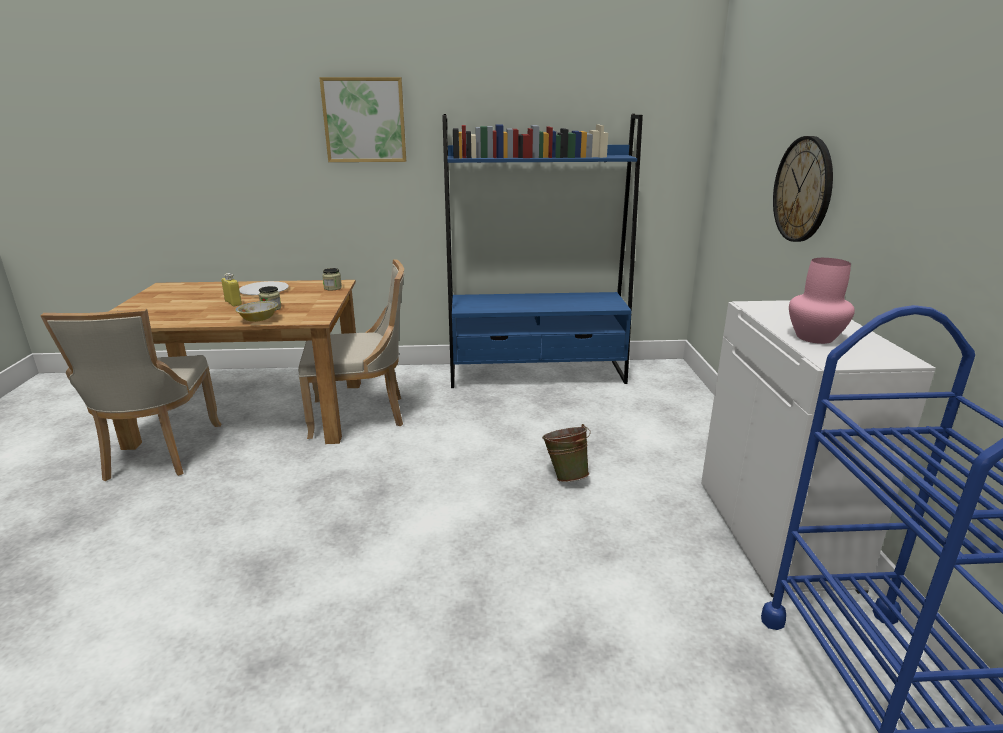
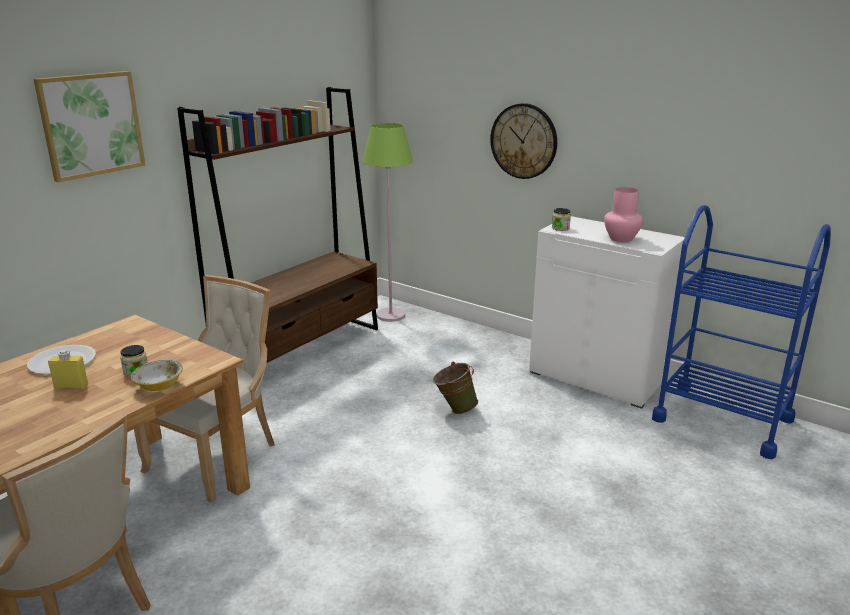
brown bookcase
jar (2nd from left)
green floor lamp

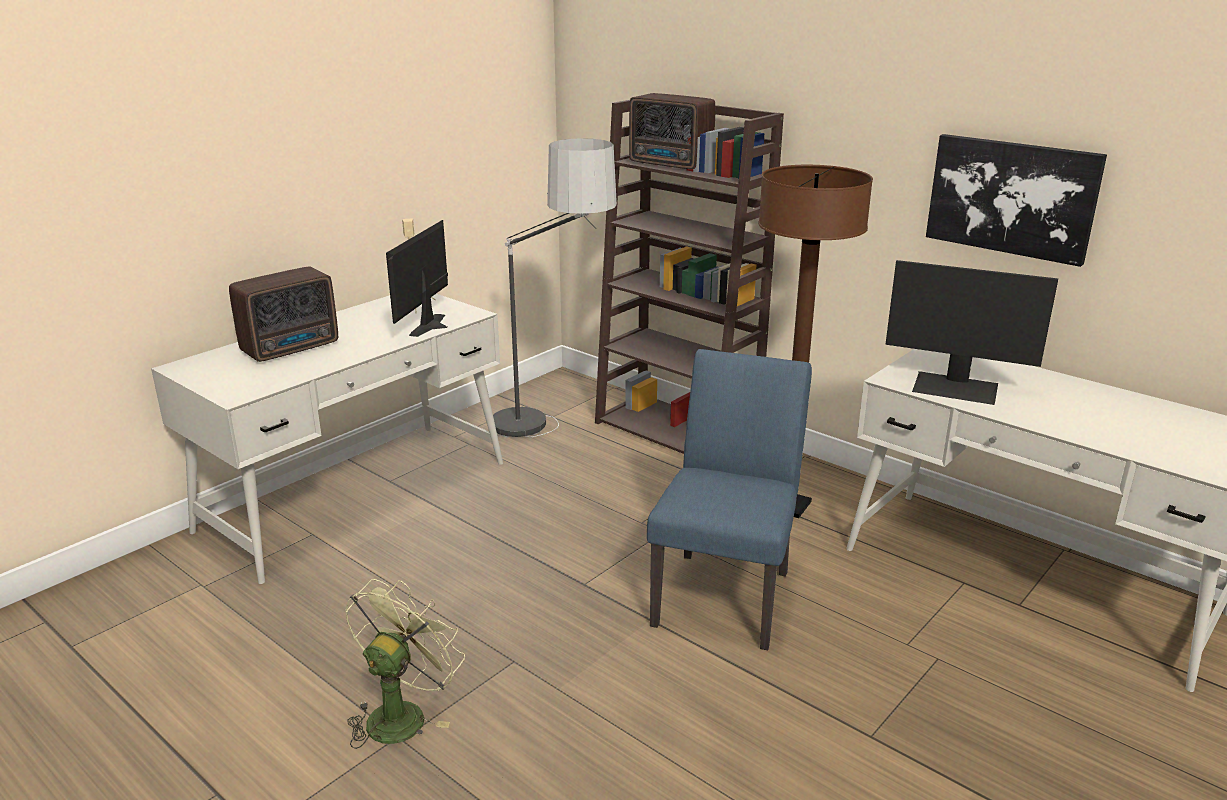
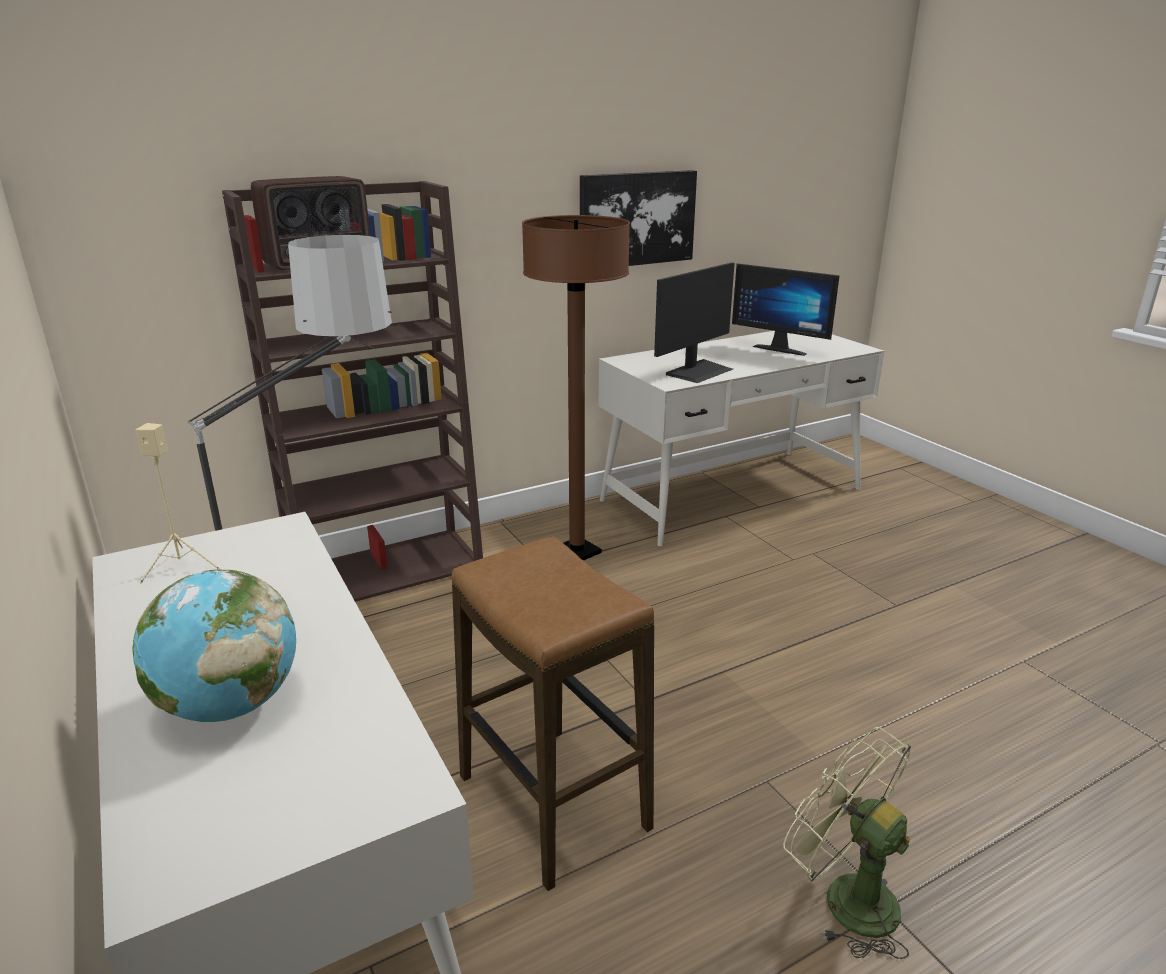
monitor (2nd from left)
globe
blue chair
stool

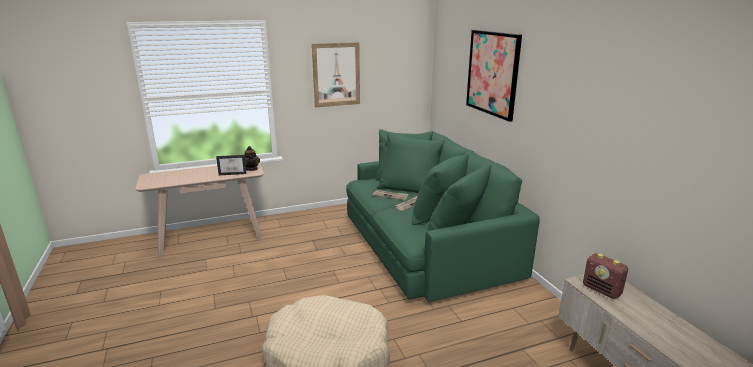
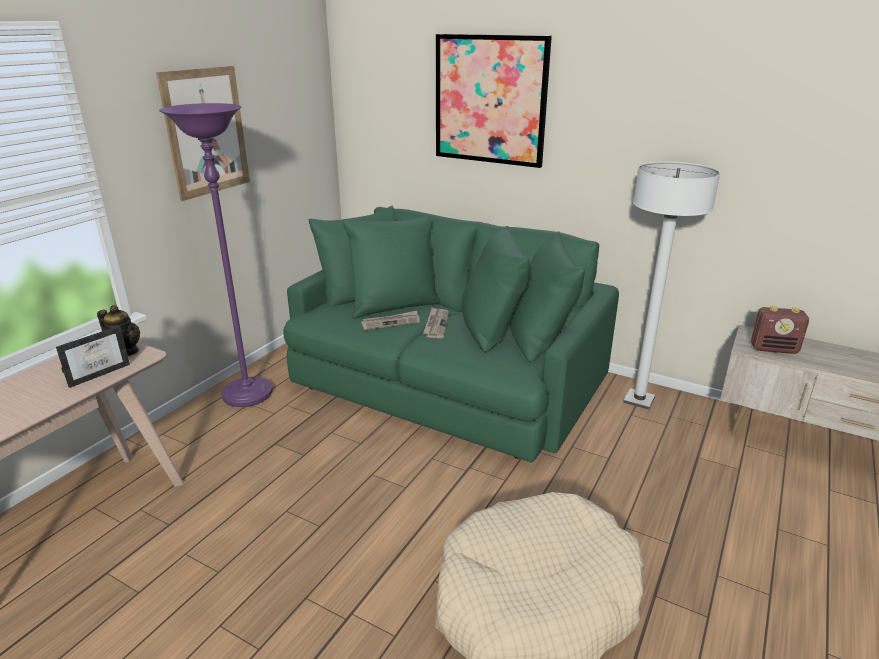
purple floor lamp
white floor lamp

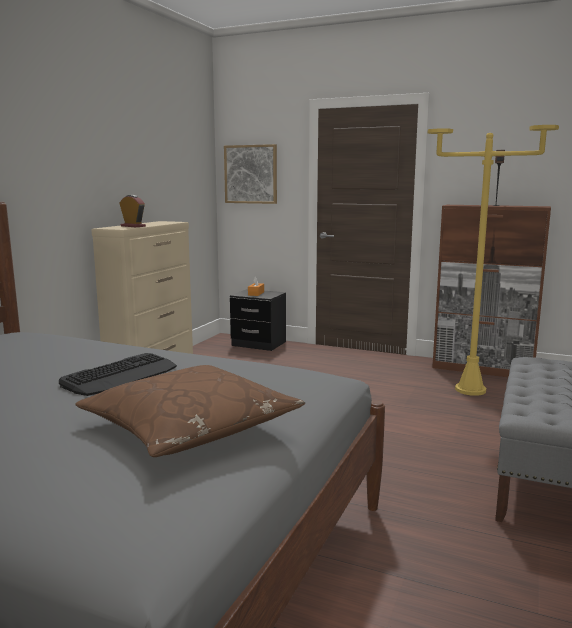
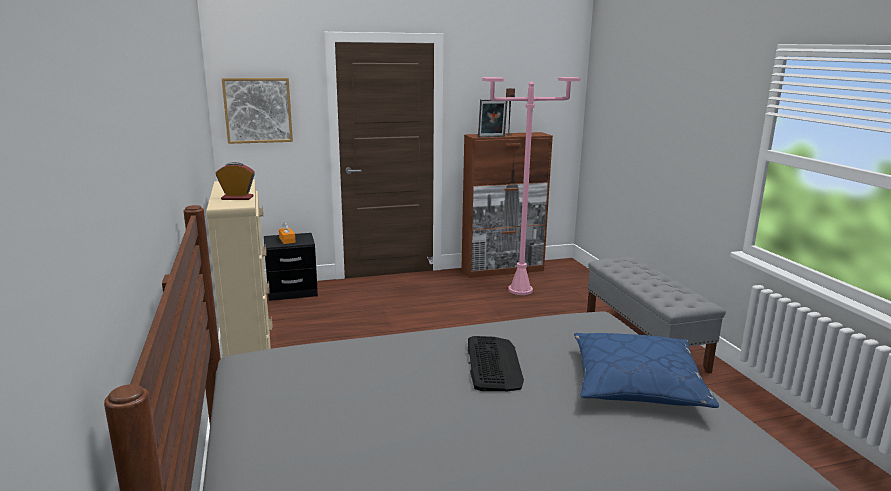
pink floor lamp
blue pillow
picture frame

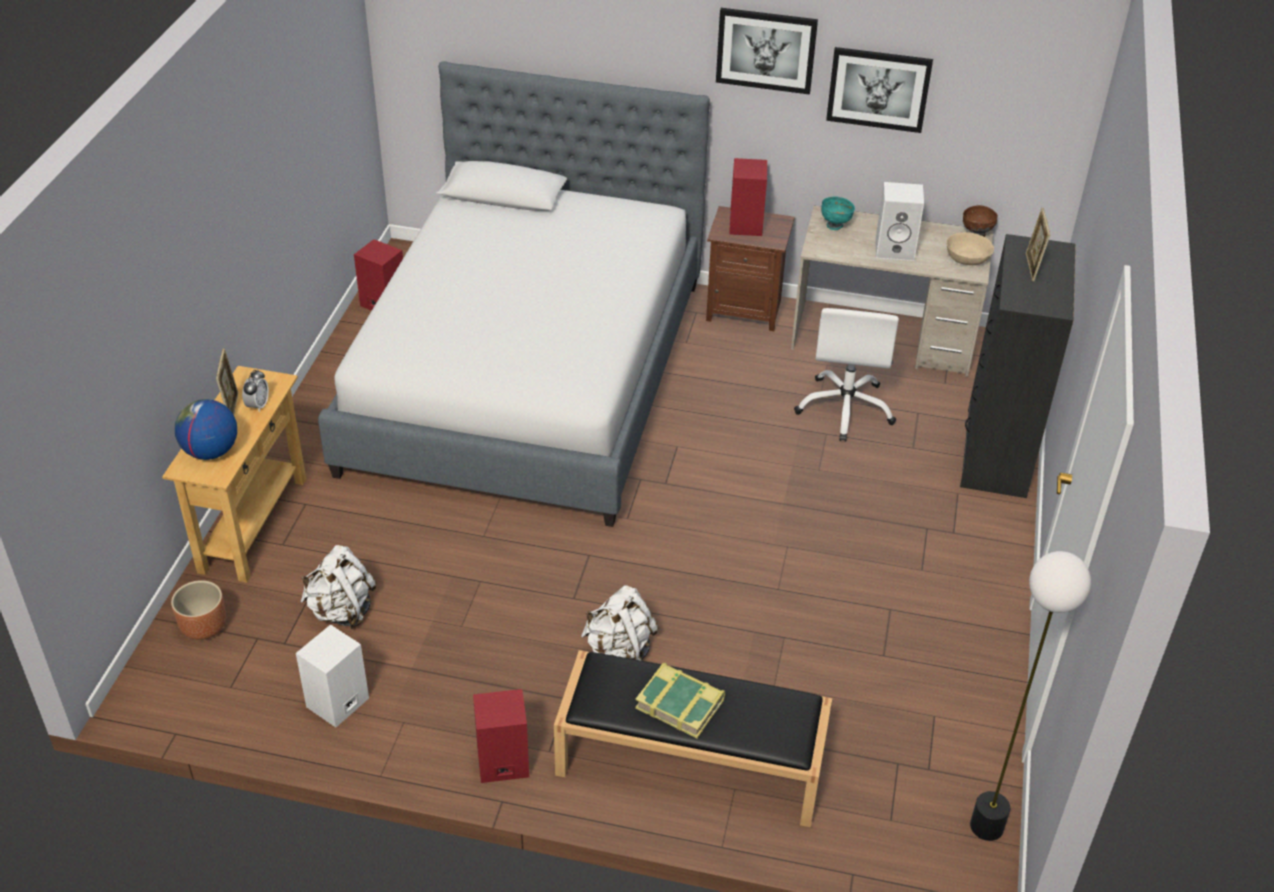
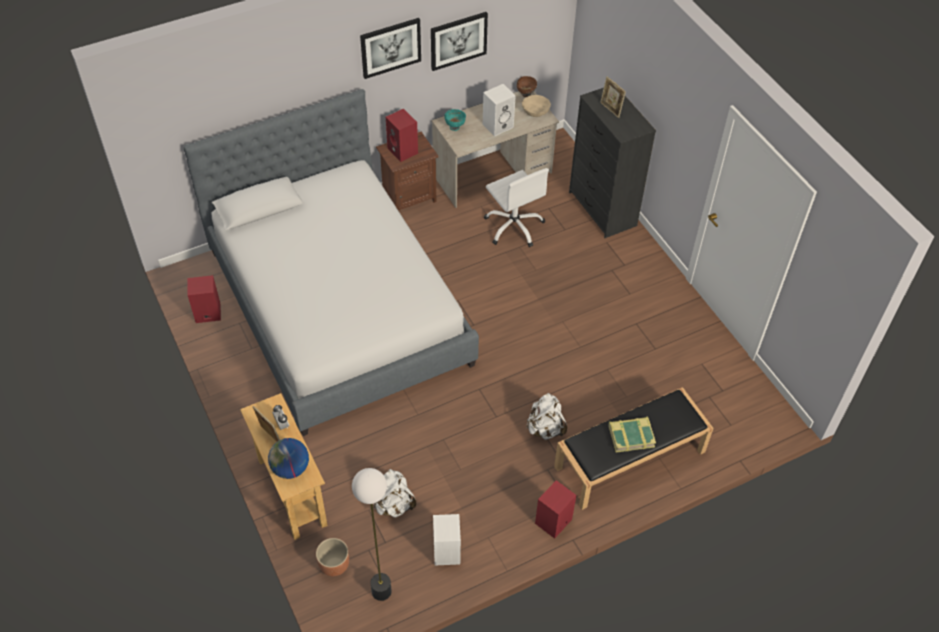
floor lamp

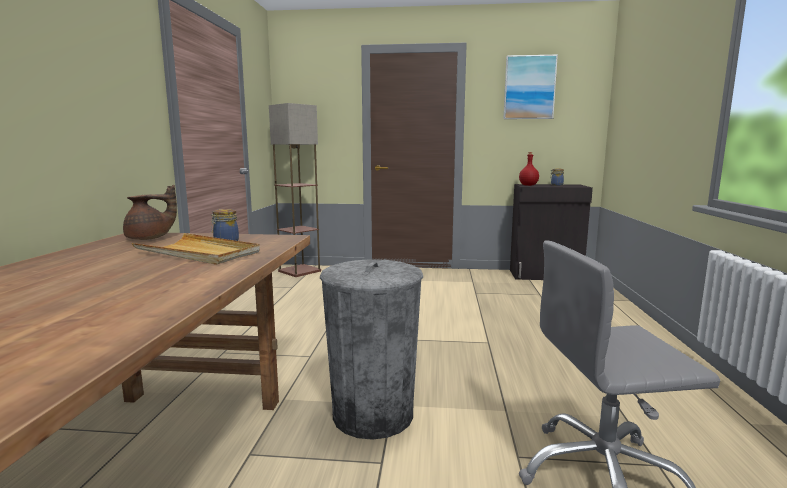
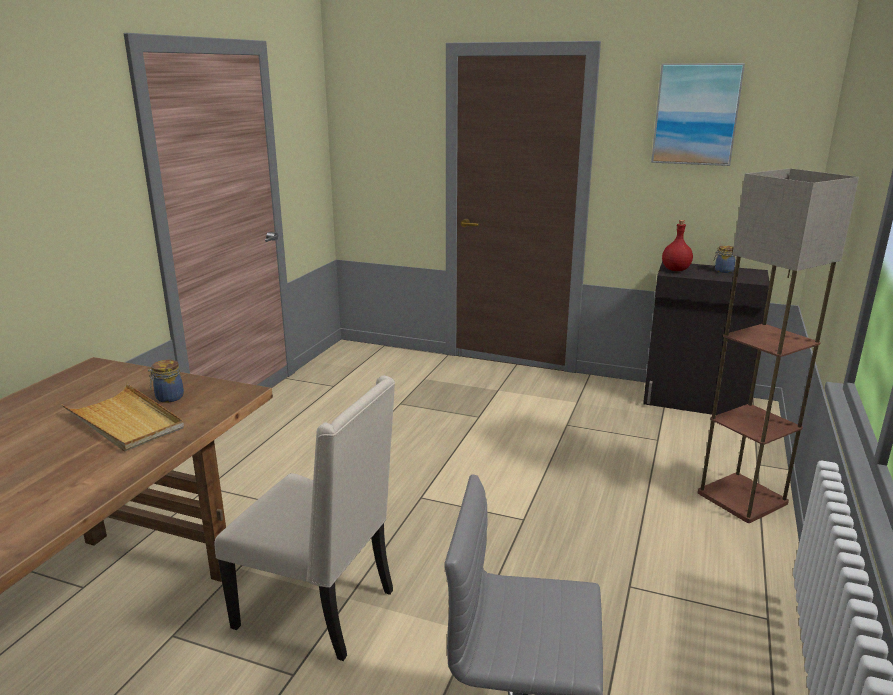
floor lamp
brown teapot
beige chair

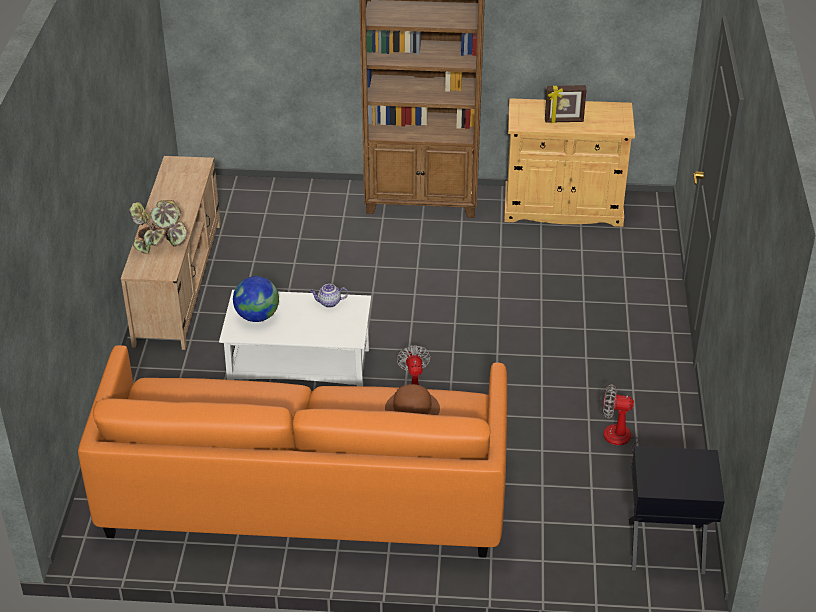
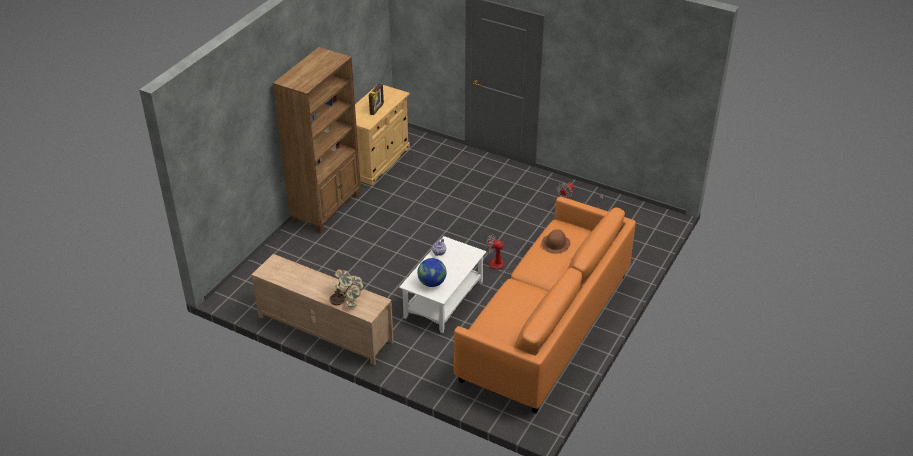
black nightstand

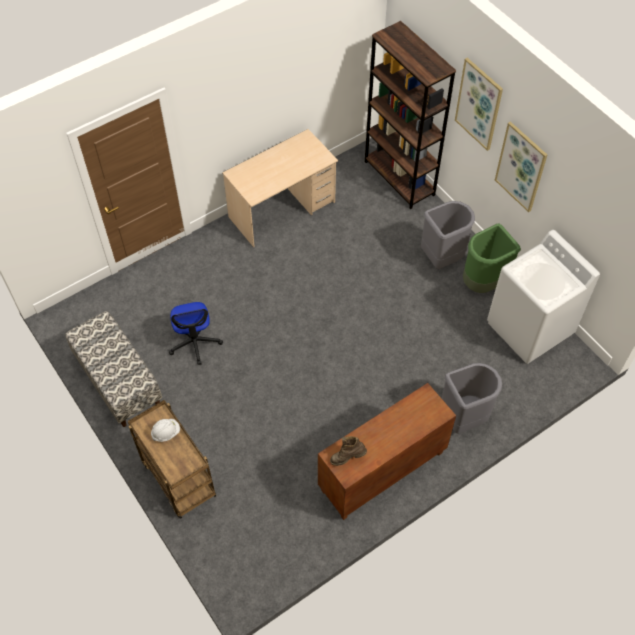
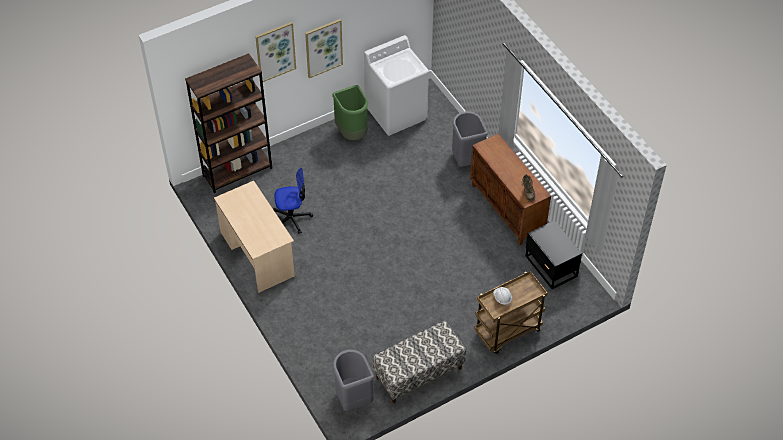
grey trash can (1st from left)
office chair
black nightstand

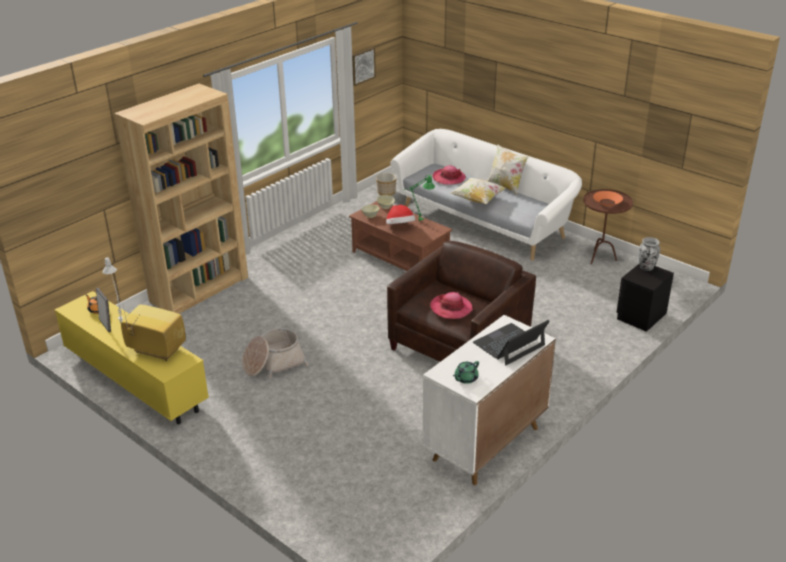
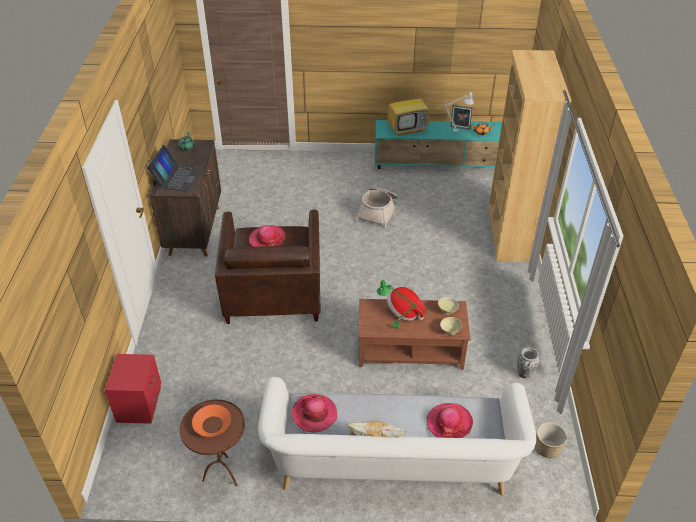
picture
pillow (1st from left in the first image)
vase
red nightstand
turquoise tv stand
brown cabinet
hat (2nd from left)

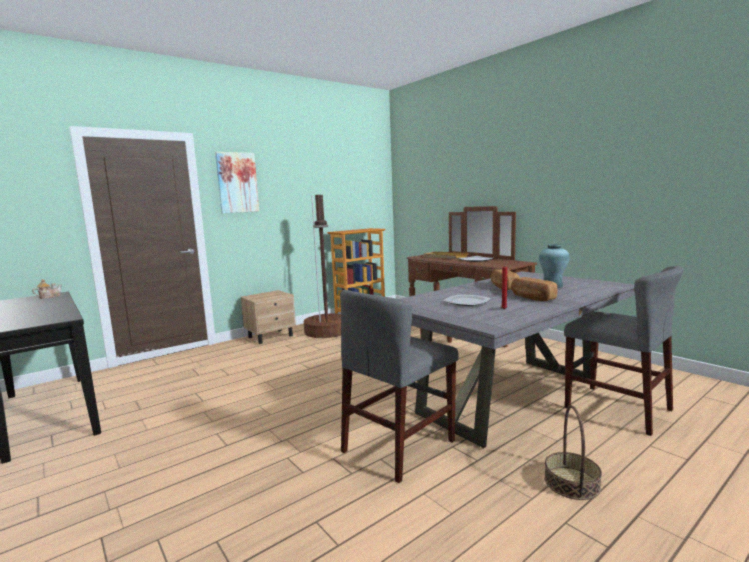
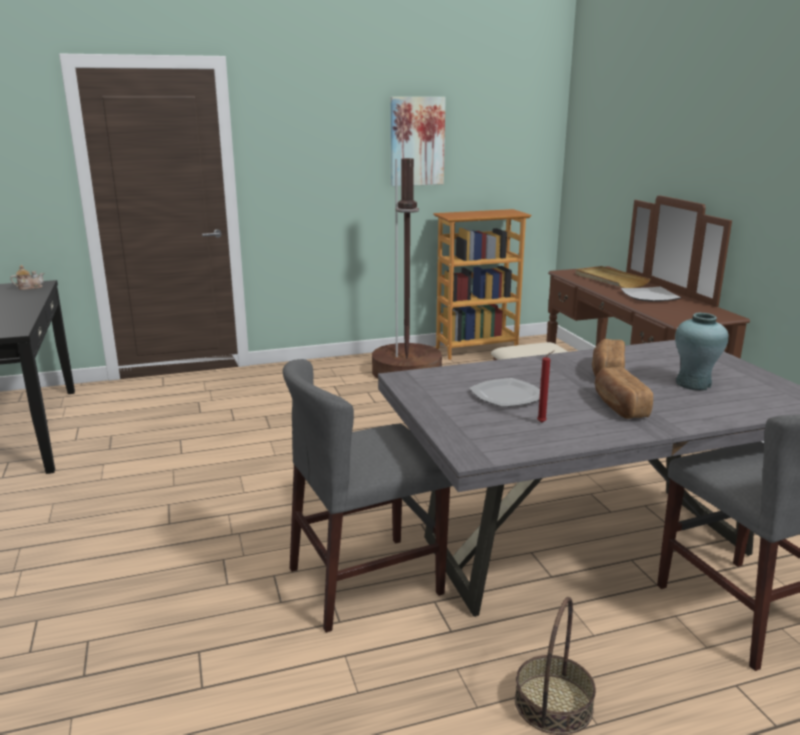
picture
beige nightstand

